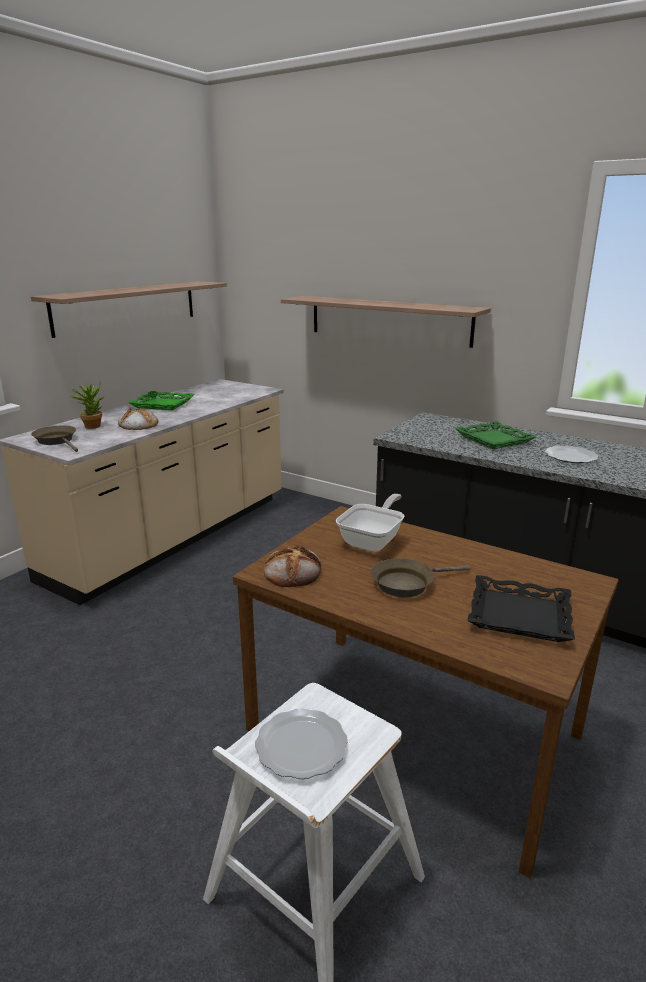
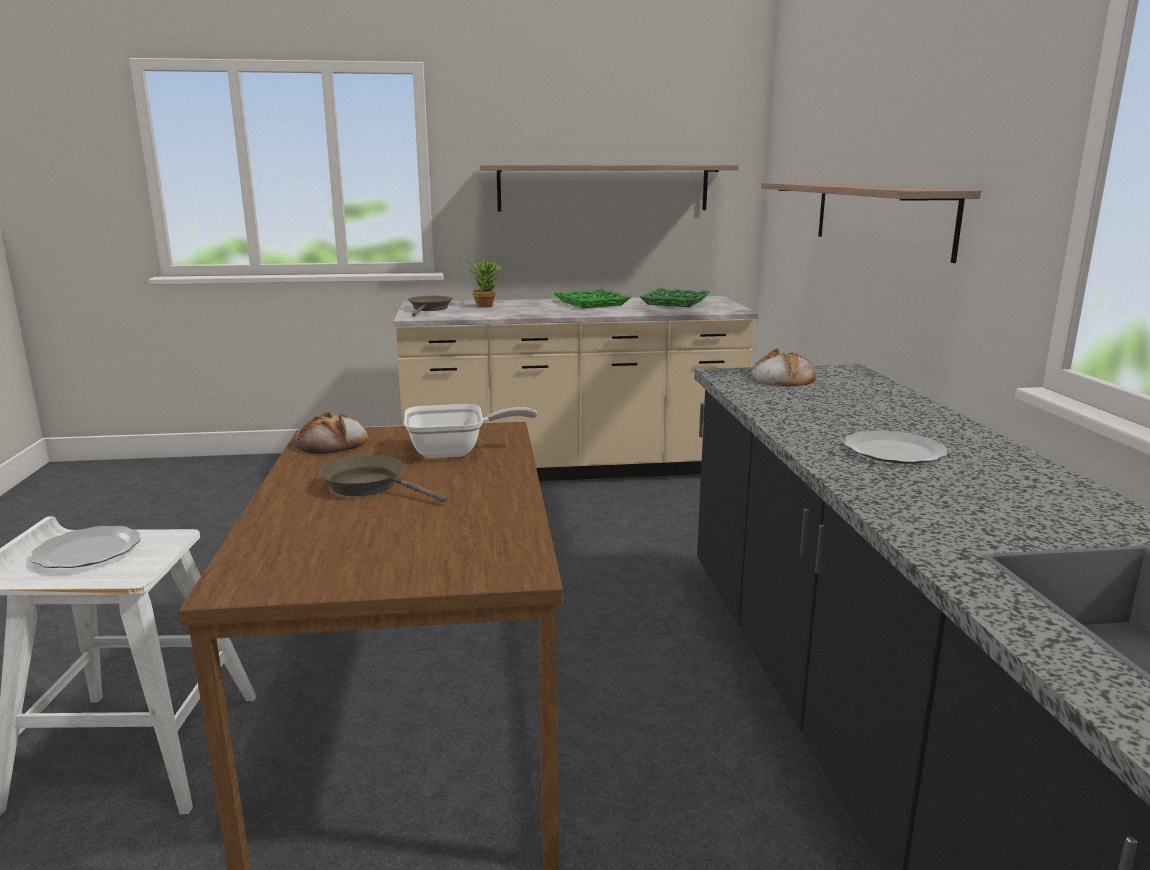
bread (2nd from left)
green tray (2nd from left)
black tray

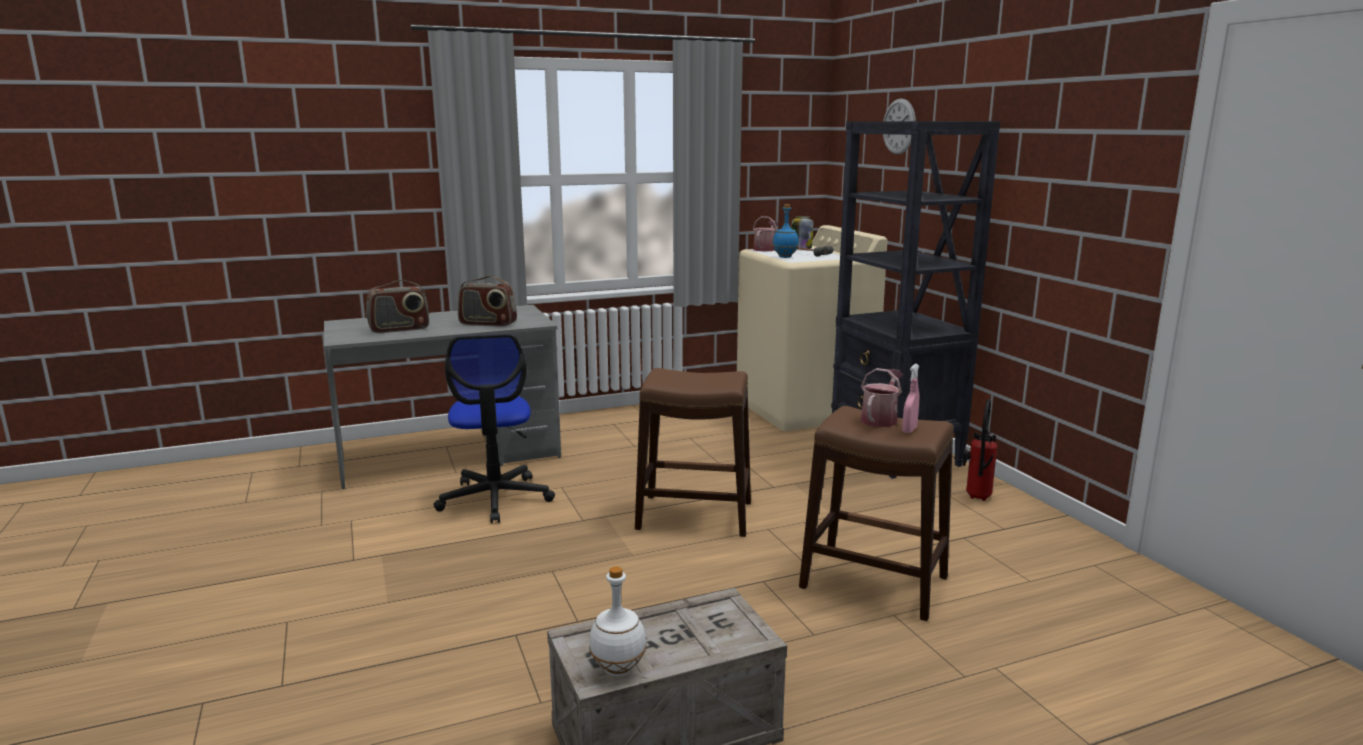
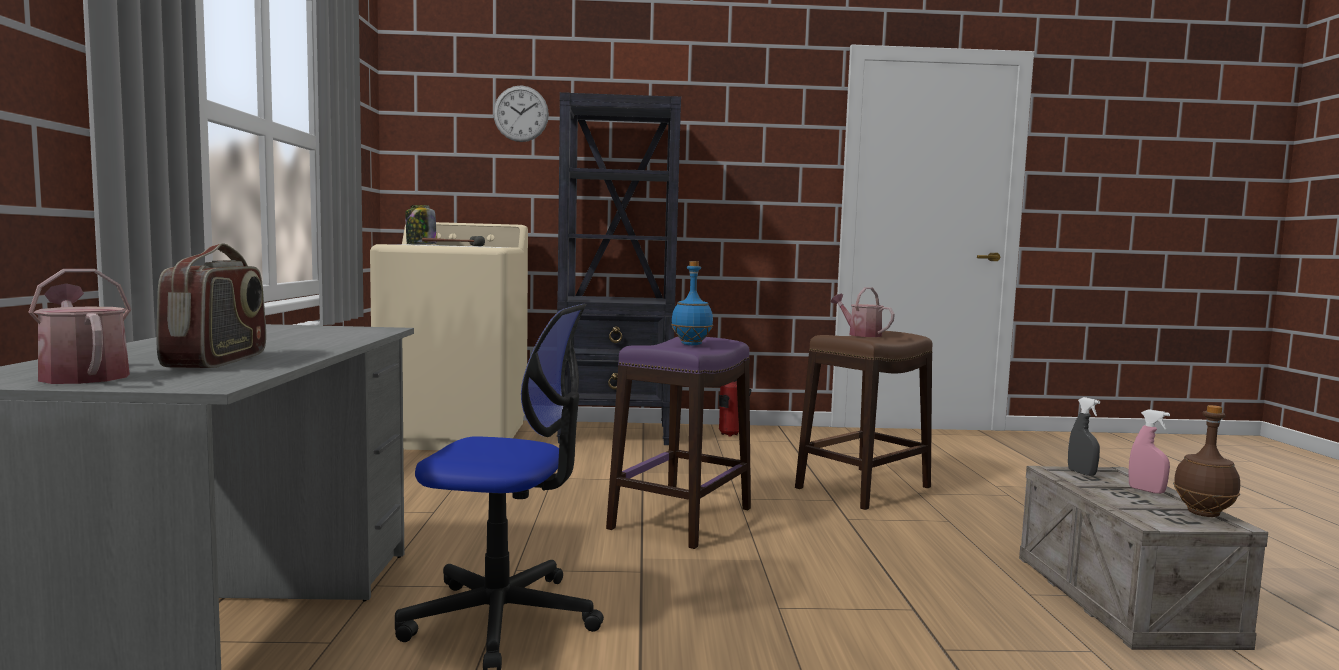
blue bottle
watering can (1st from left)
radio (2nd from left in the first image)
pink spray bottle
purple stool
brown bottle
grey spray bottle

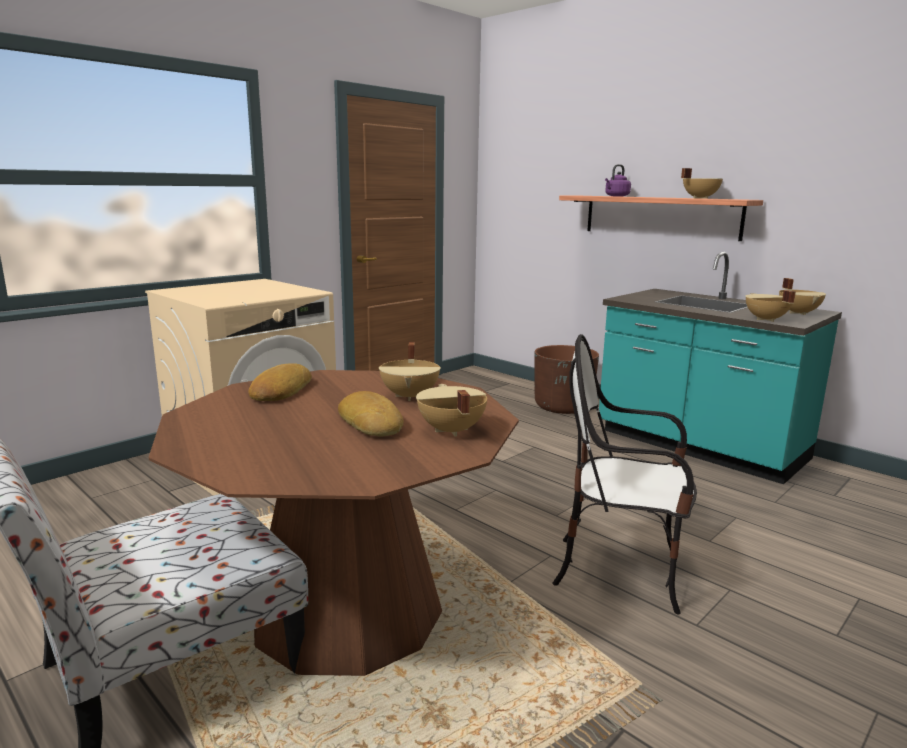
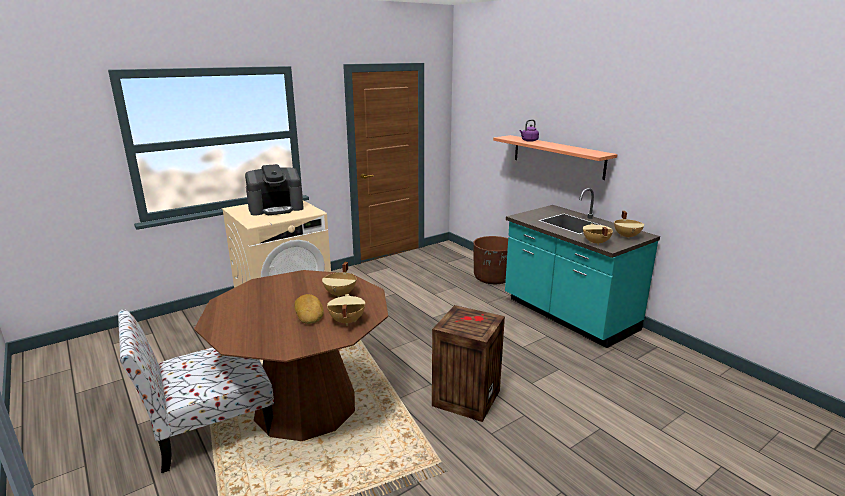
beige cooking pot (3rd from left in the first image)
crate
bread (1st from left in the first image)
coffee machine

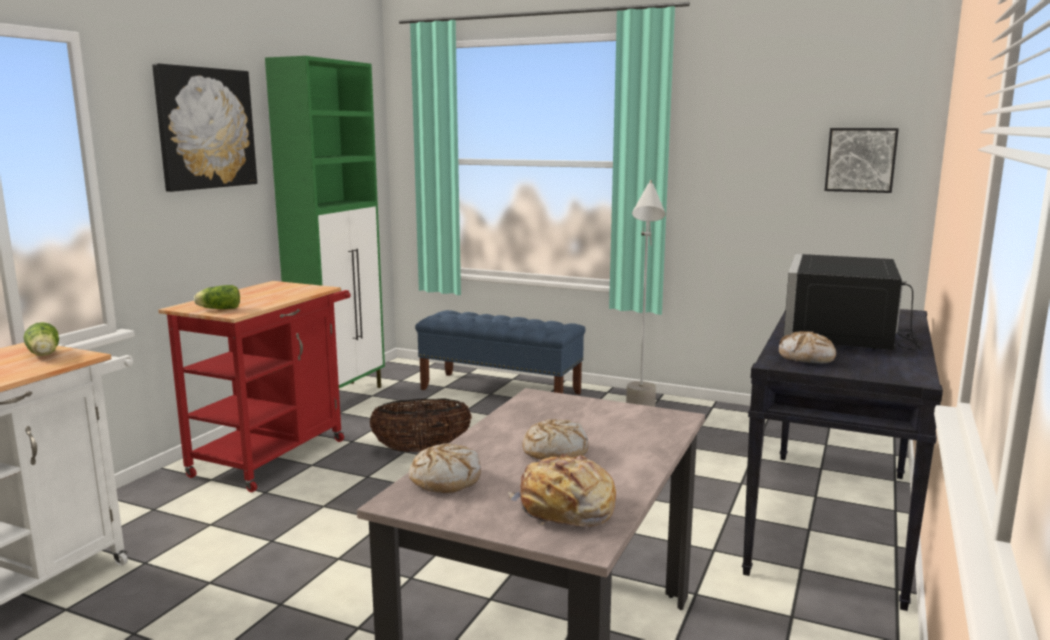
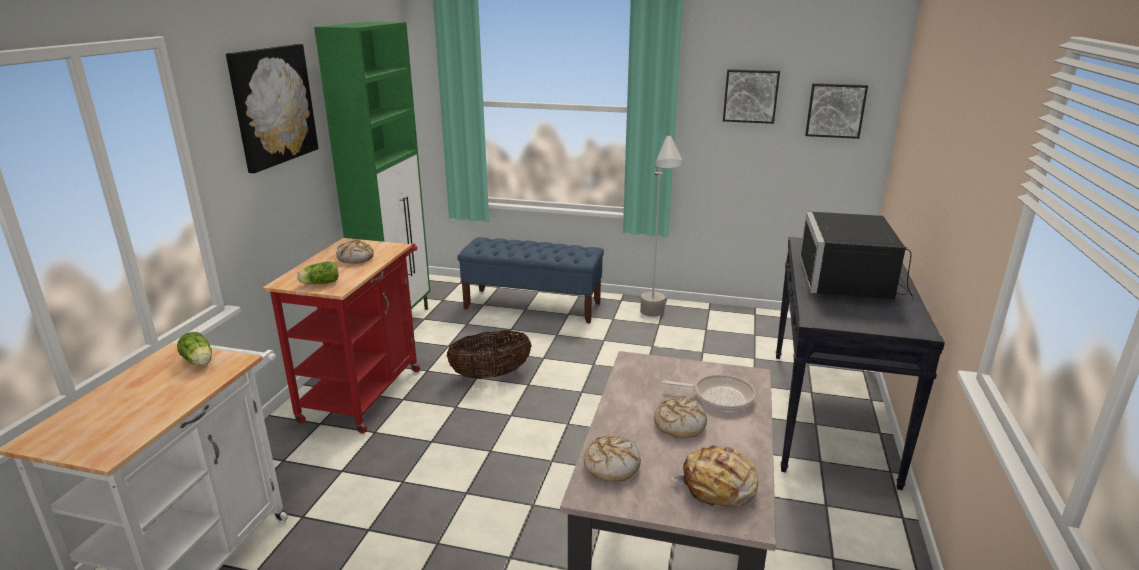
bread (1st from left)
picture (2nd from left)
frying pan

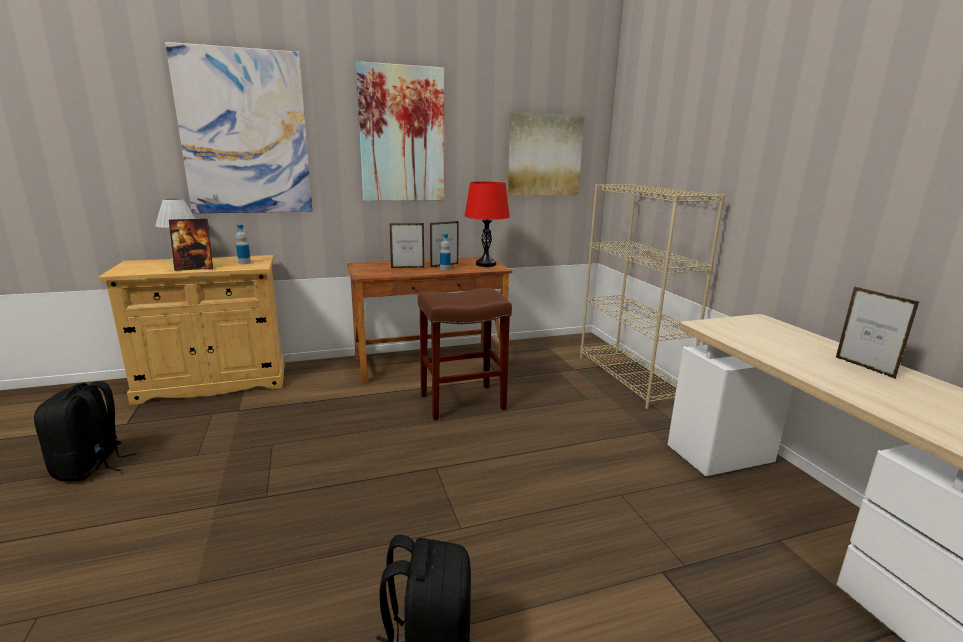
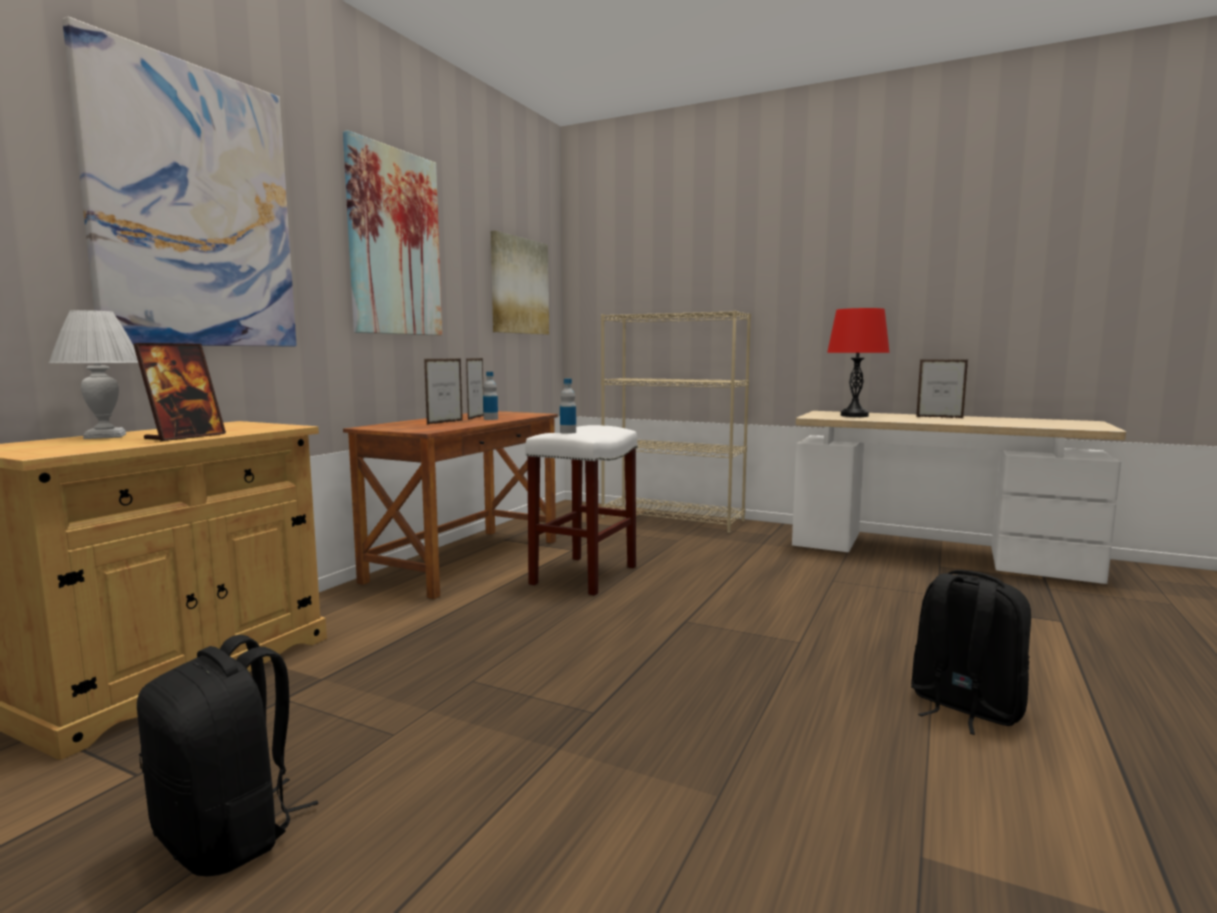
red table lamp
bottle (2nd from left)
white stool

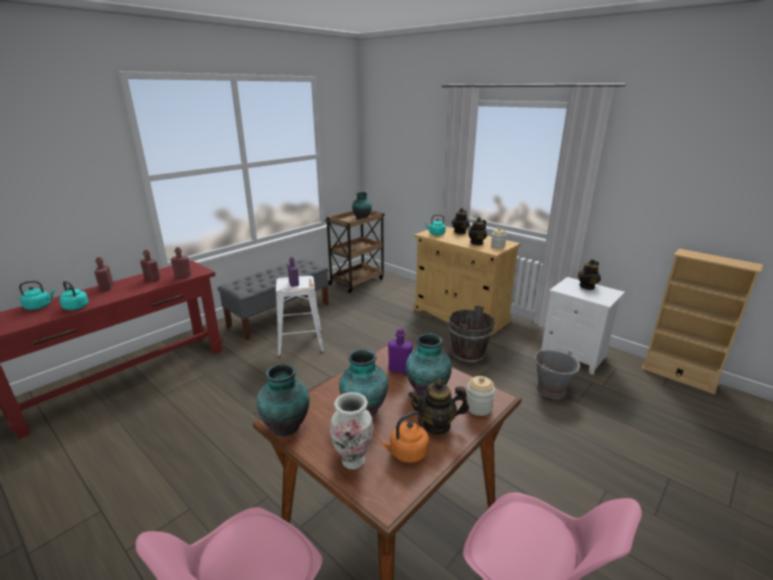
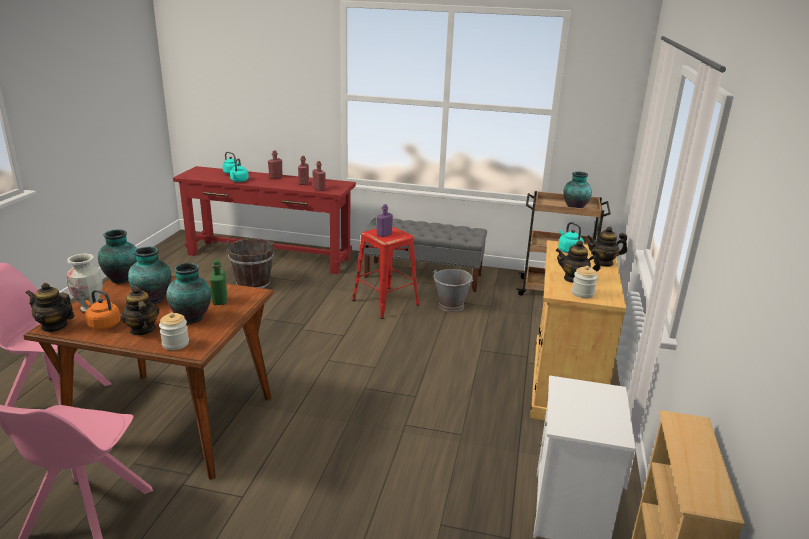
teapot (1st from left)
red stool
brown bucket
green bottle
grey bucket

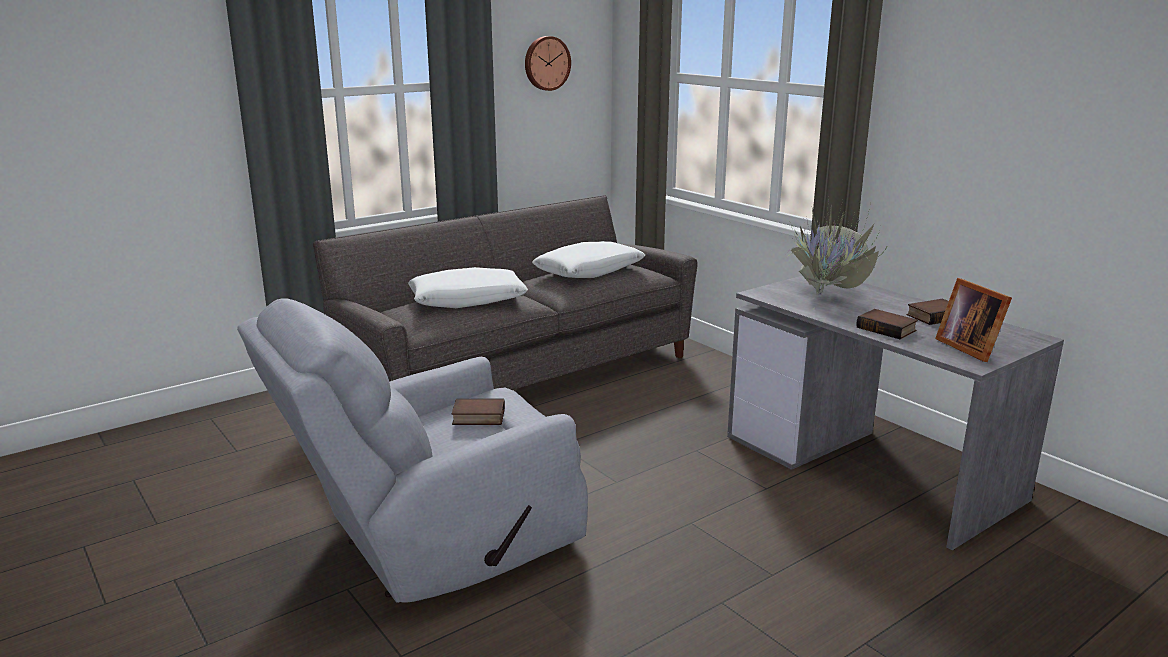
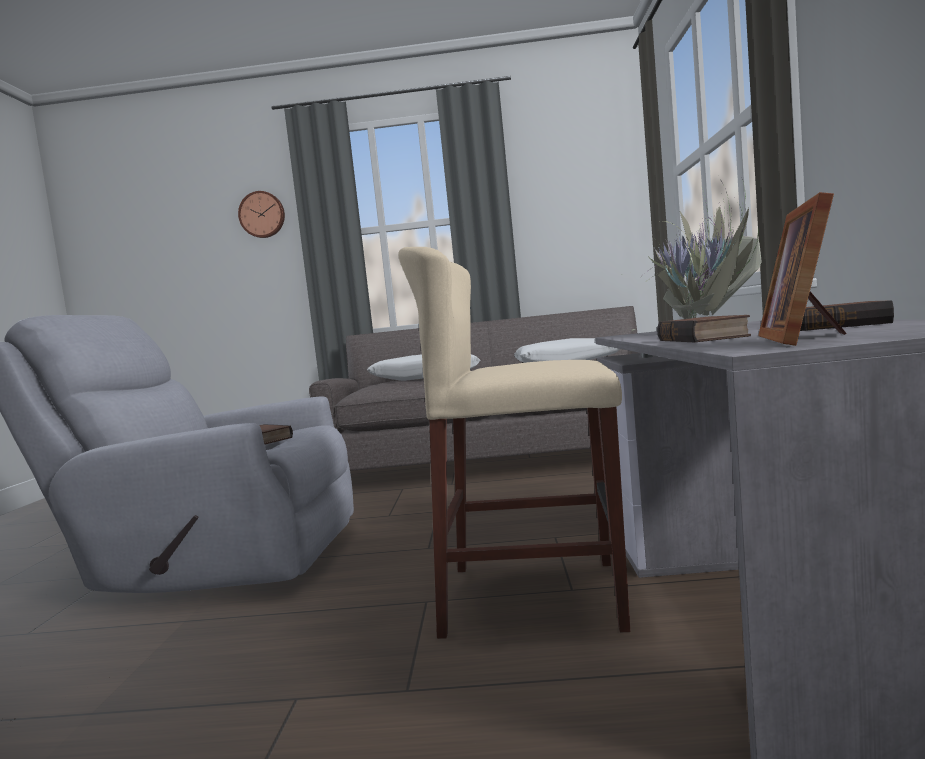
wall clock
beige stool

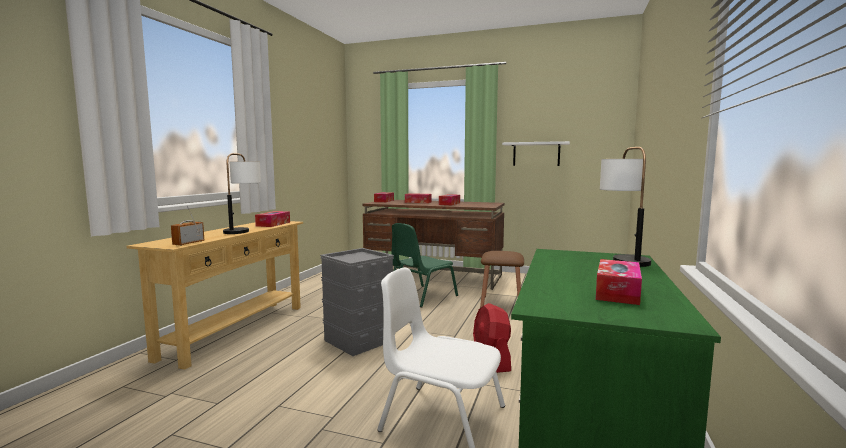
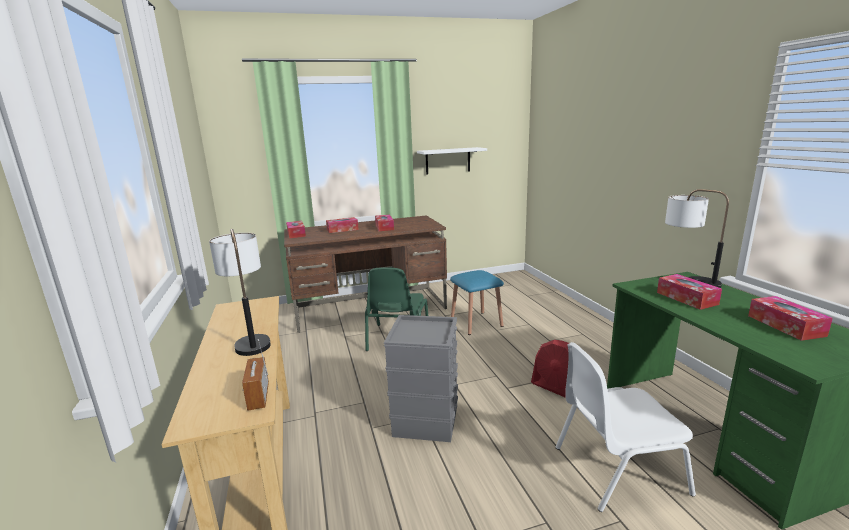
tissue box (4th from left)
blue stool

